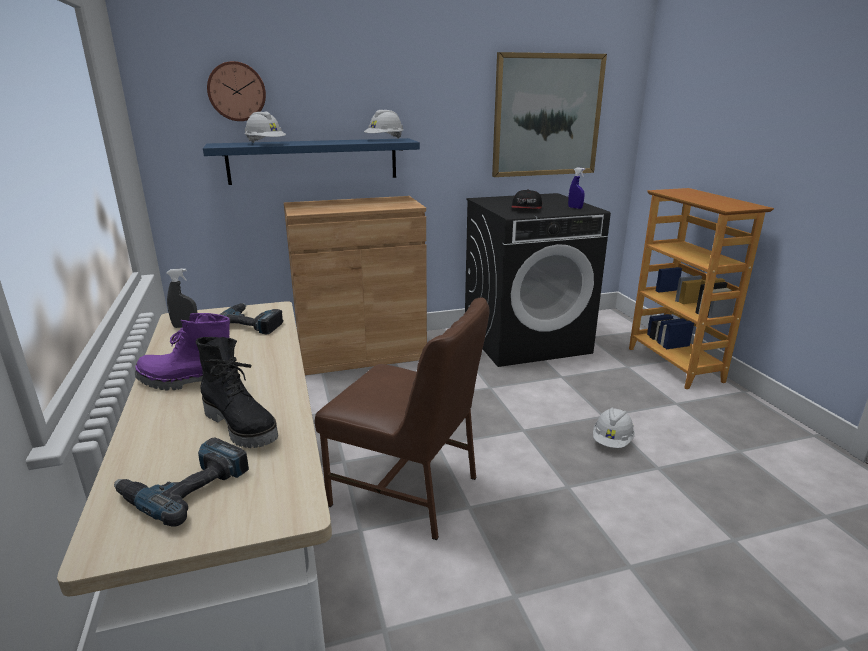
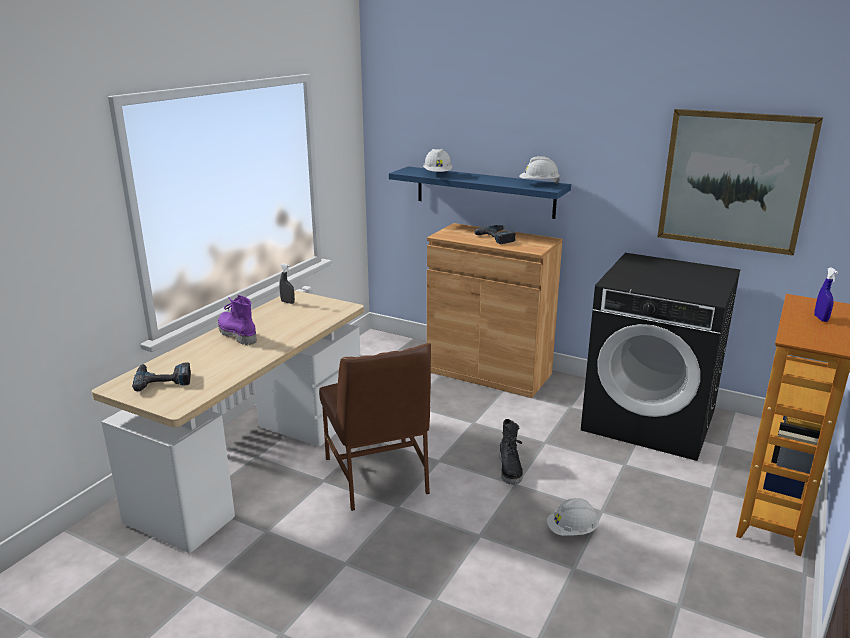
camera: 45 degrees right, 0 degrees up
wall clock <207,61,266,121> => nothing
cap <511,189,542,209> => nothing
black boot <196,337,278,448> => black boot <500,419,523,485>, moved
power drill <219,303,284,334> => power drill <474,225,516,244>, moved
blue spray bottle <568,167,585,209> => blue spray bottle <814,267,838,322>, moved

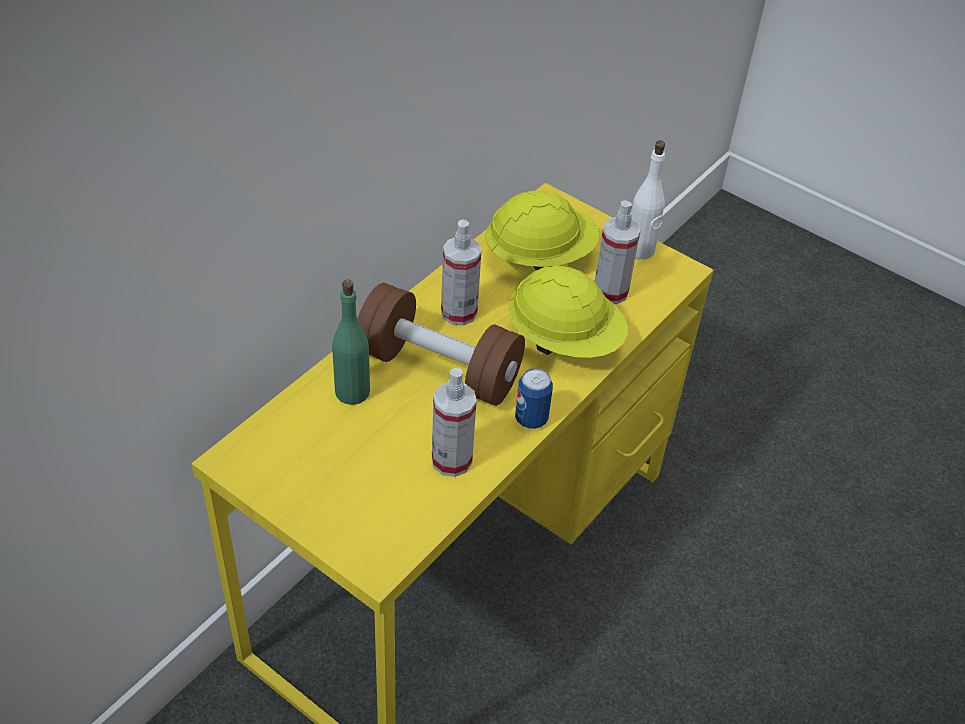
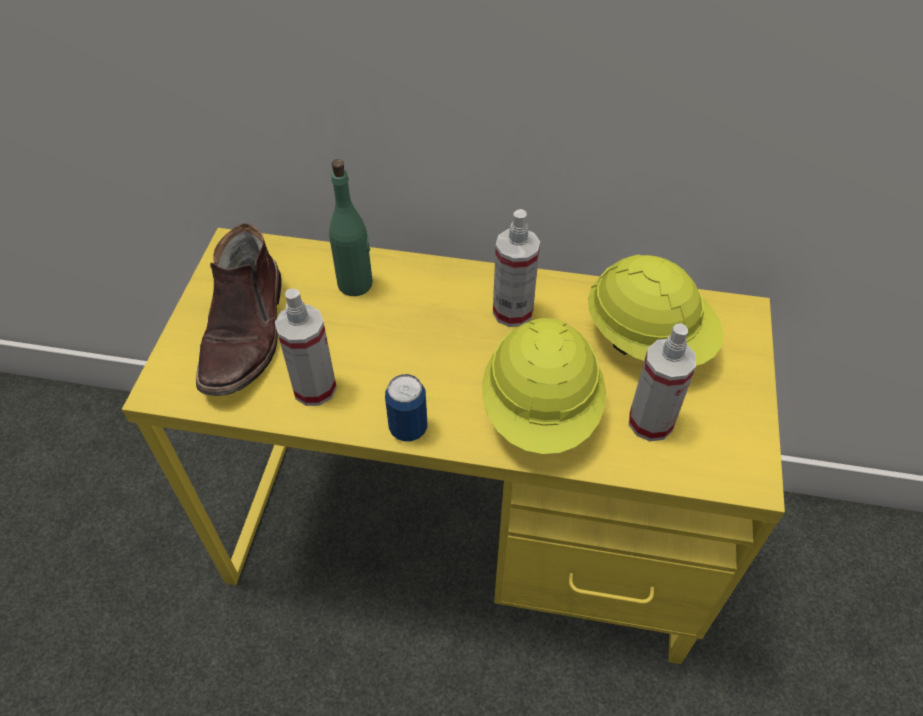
camera: 65 degrees right, 5 degrees up
brown dumbbell <358,283,525,406> => nothing
white bottle <631,141,665,259> => nothing
nothing => brown boot <196,223,281,396>

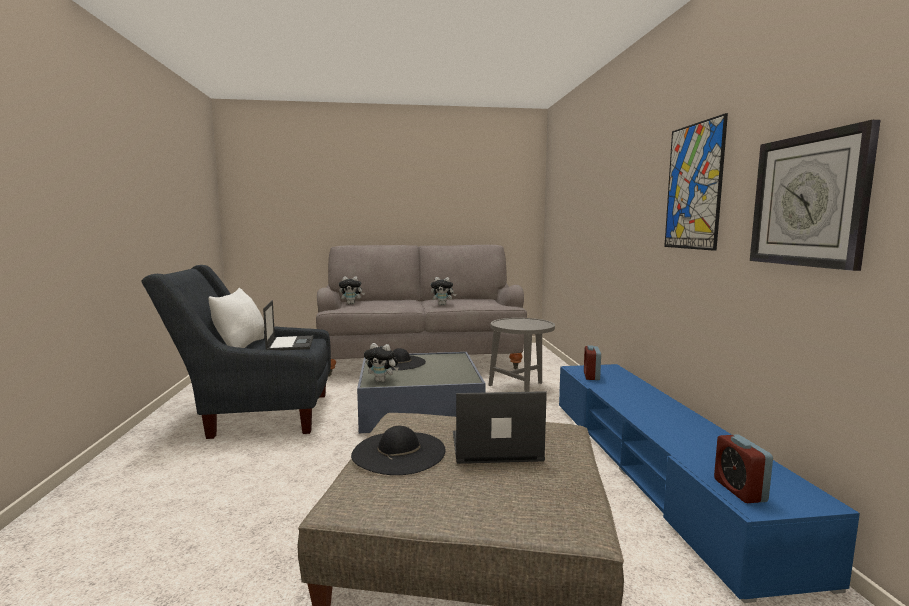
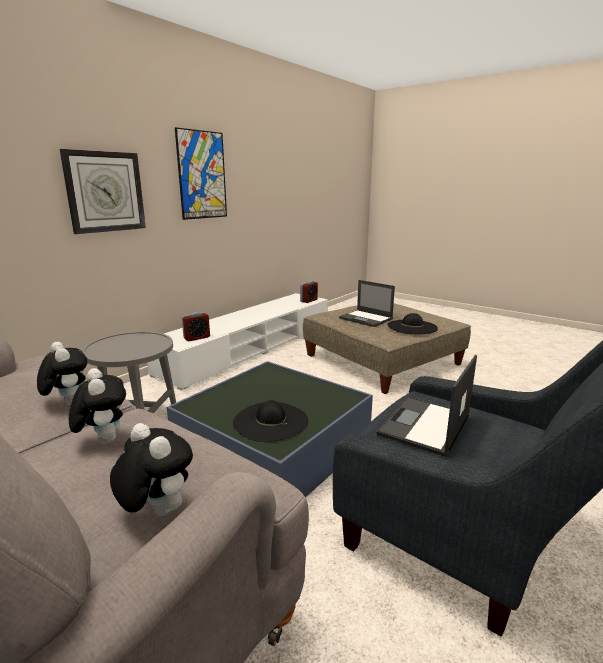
camera: 135 degrees left, 10 degrees up
white pillow <208,288,264,348> => nothing
plush toy <364,343,398,382> => plush toy <69,368,126,444>, moved
wall clock <750,120,881,271> => wall clock <60,149,146,234>, moved
blue tv stand <559,364,860,603> => white tv stand <147,293,328,390>

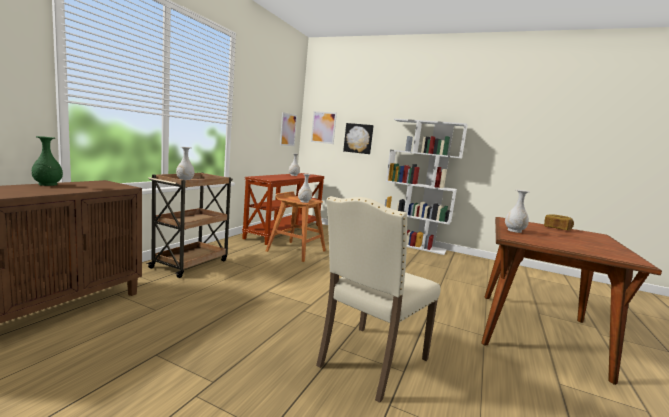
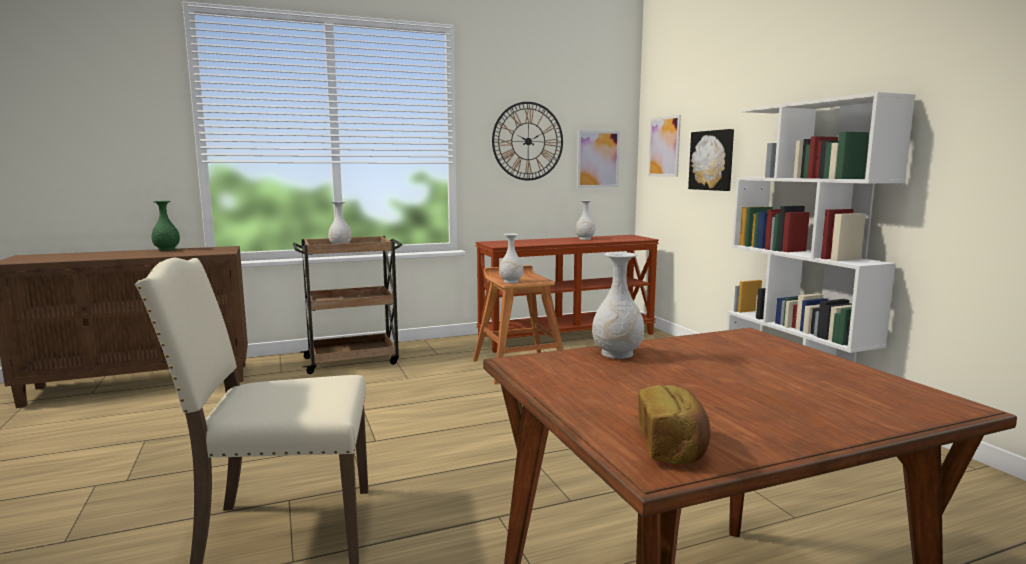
camera: 45 degrees right, 0 degrees up
nothing => wall clock <492,102,563,181>
bread <544,214,574,230> => bread <638,385,710,464>, moved

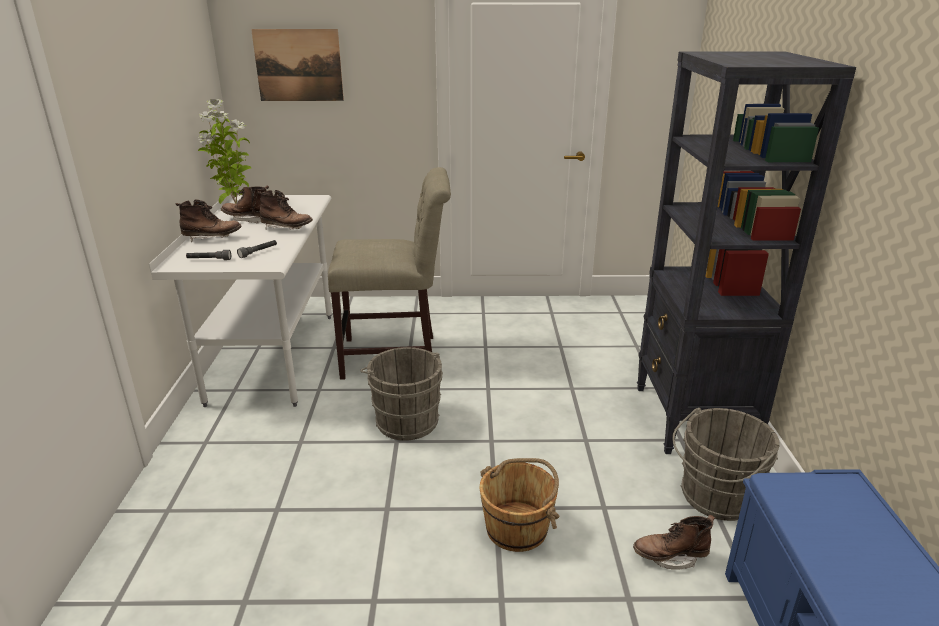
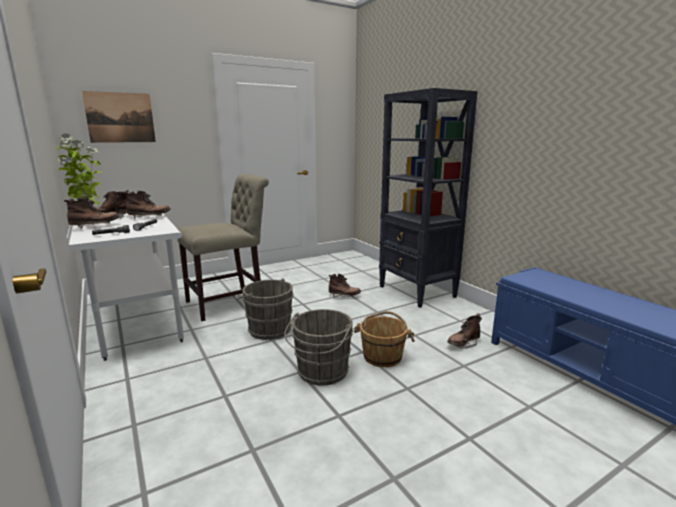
camera: 30 degrees left, 10 degrees down
nothing => brown boot <329,274,361,298>
grey bucket <672,408,780,521> => grey bucket <284,309,354,385>, moved

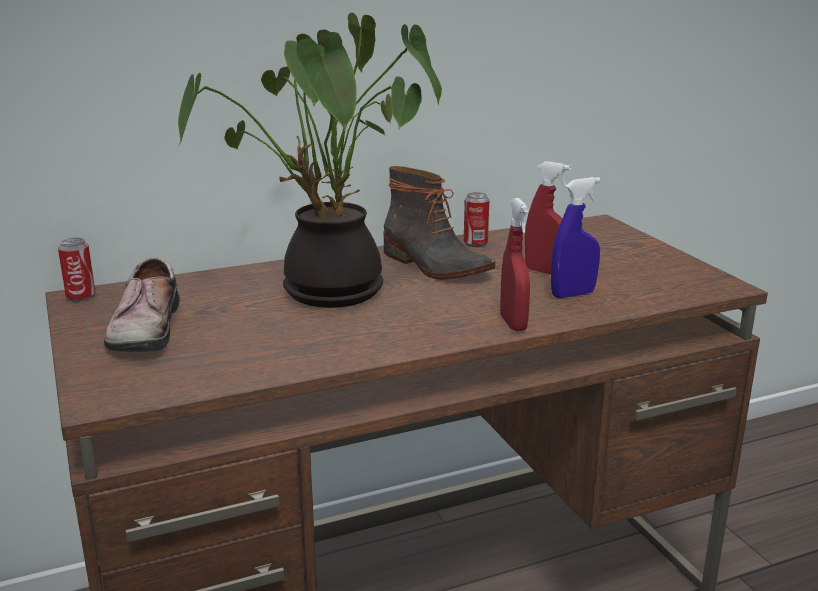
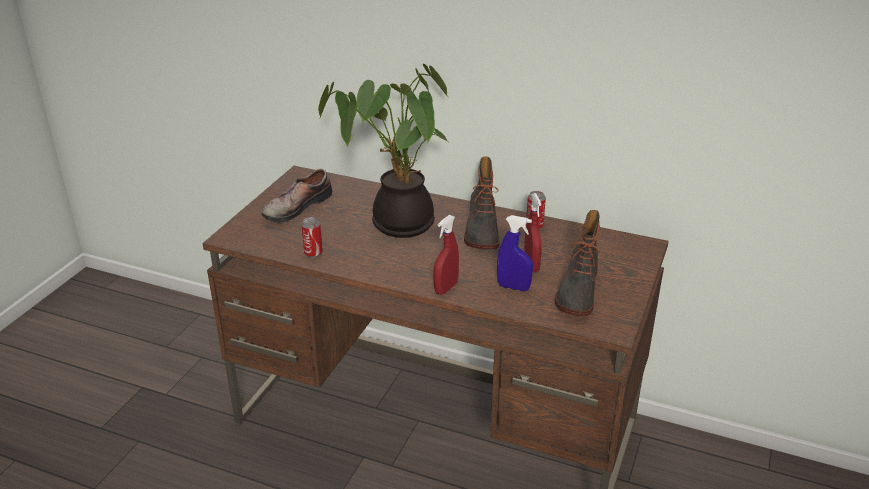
camera: 45 degrees right, 10 degrees up
nothing => boot <555,210,600,316>
can <58,238,95,302> => can <301,217,323,258>, moved

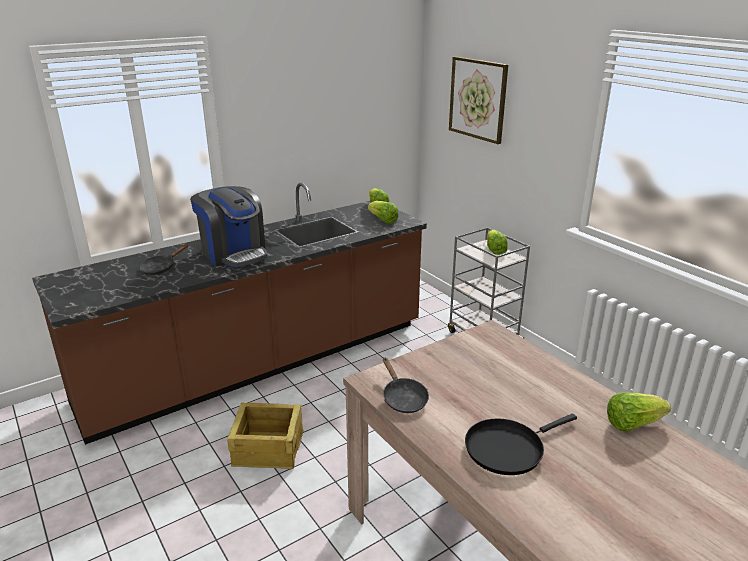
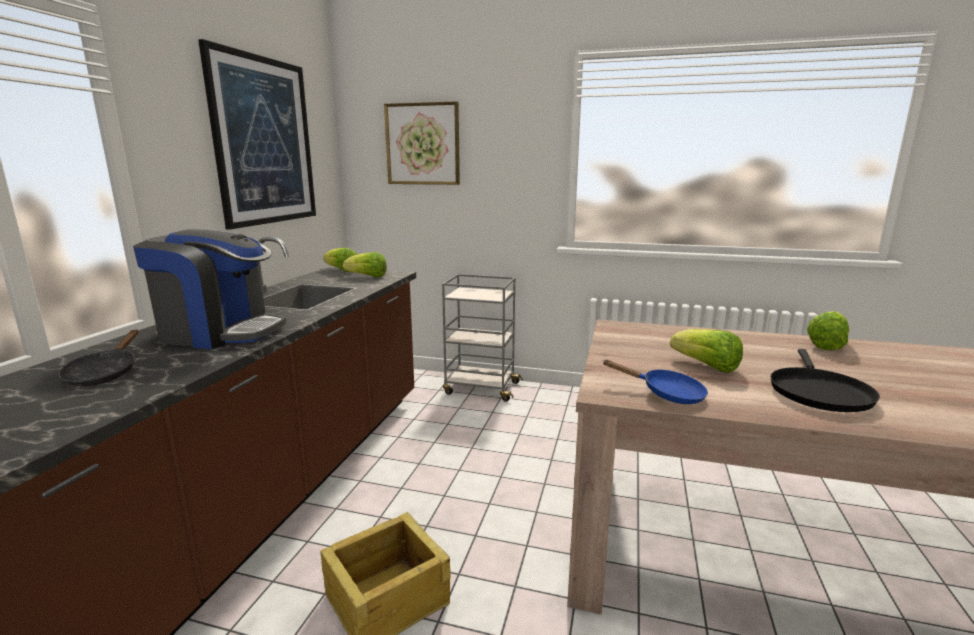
camera: 40 degrees left, 10 degrees down
nothing => picture <198,39,316,230>
lettuce <487,230,508,255> => lettuce <670,329,743,373>, moved
black frying pan <383,357,429,413> => blue frying pan <602,359,708,404>

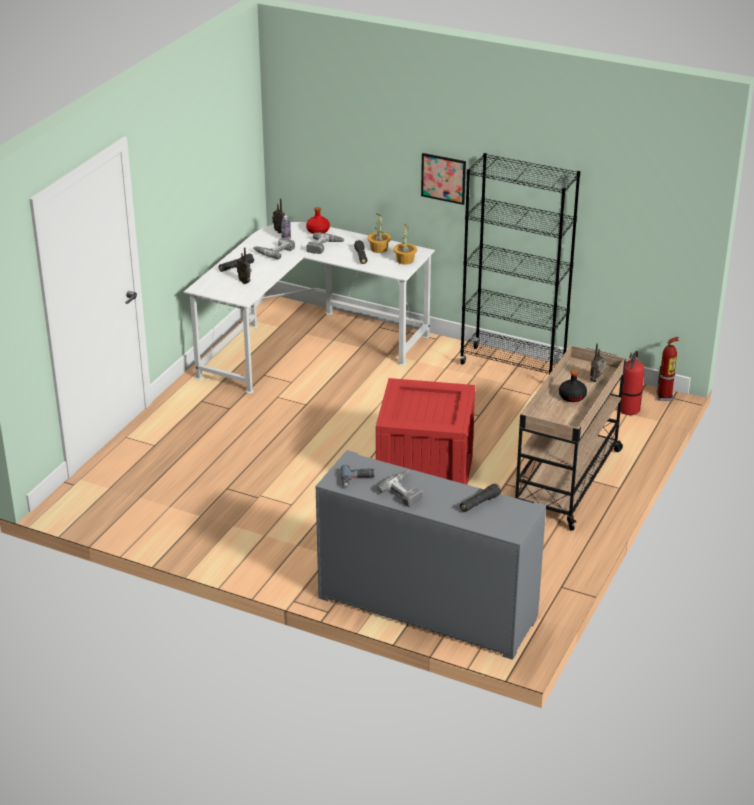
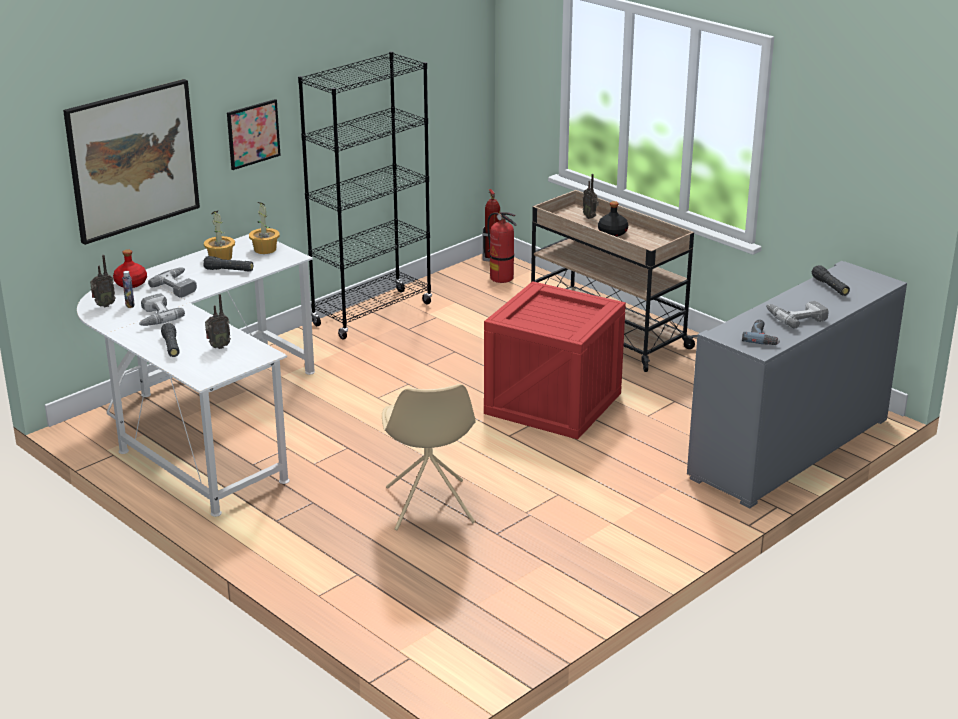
camera: 70 degrees left, 5 degrees down
nothing => picture <63,79,200,245>
nothing => beige chair <382,384,476,530>

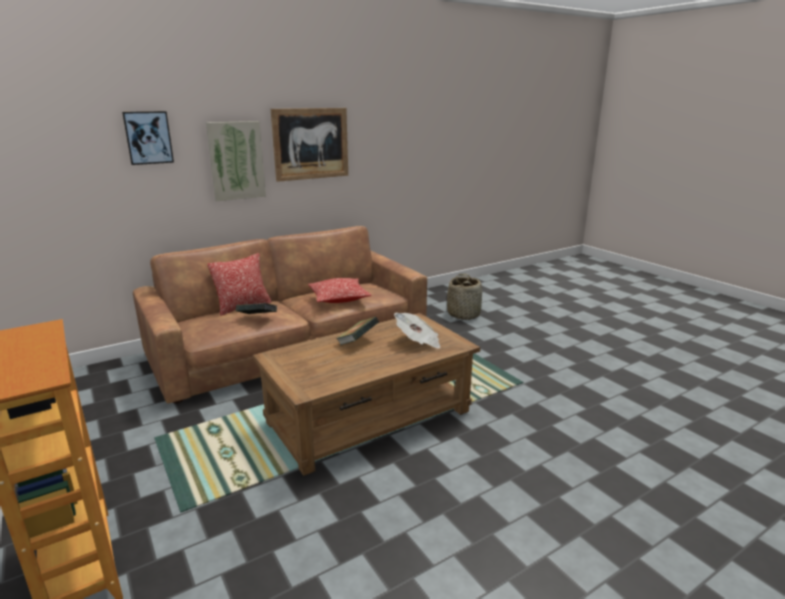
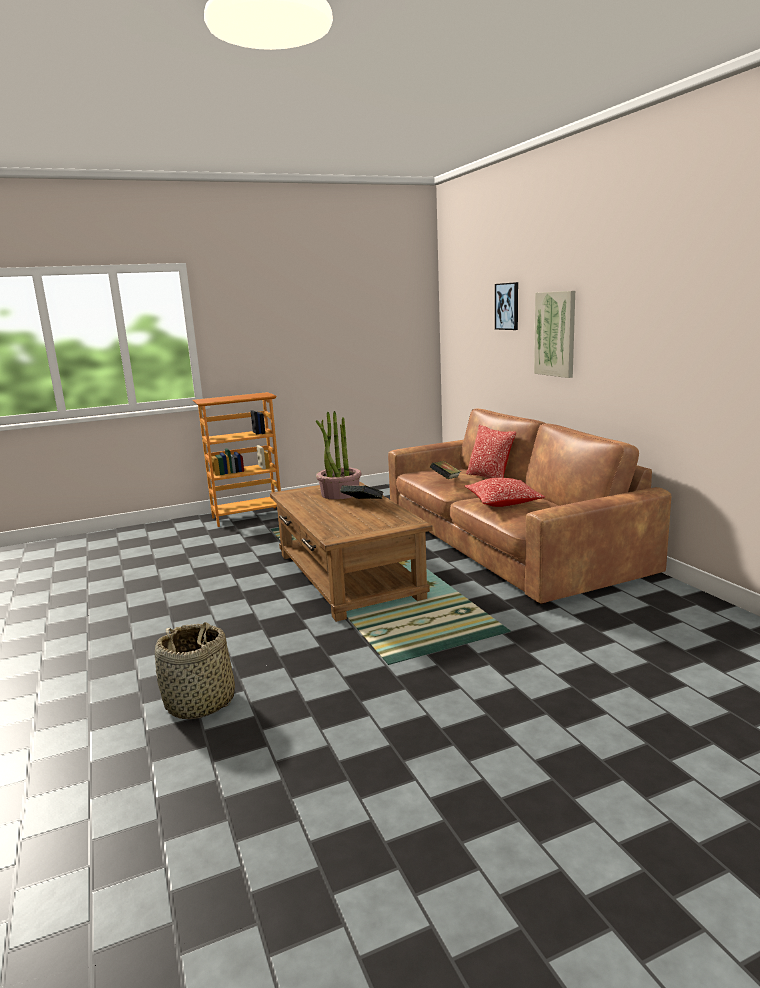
camera: 100 degrees right, 5 degrees down
picture <271,108,348,182> => nothing
newspaper <394,313,440,349> => nothing
nothing => potted plant <316,411,361,499>
basket <447,274,482,320> => basket <155,622,235,719>, moved

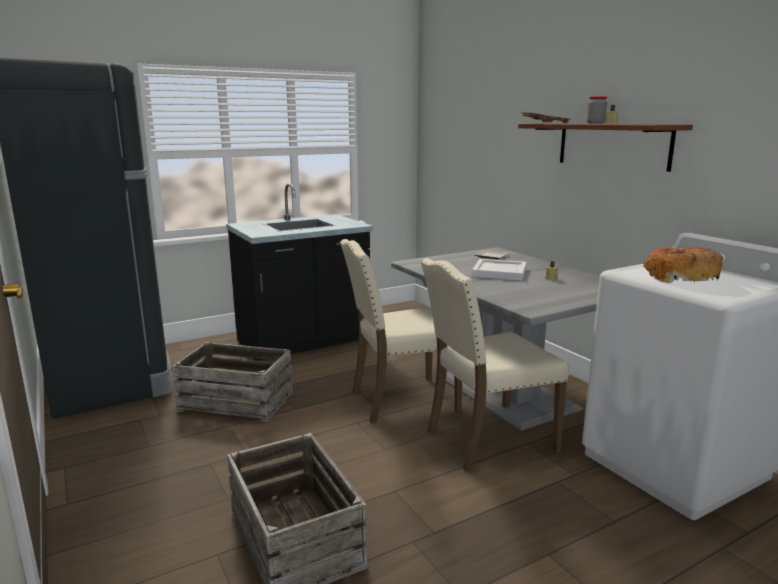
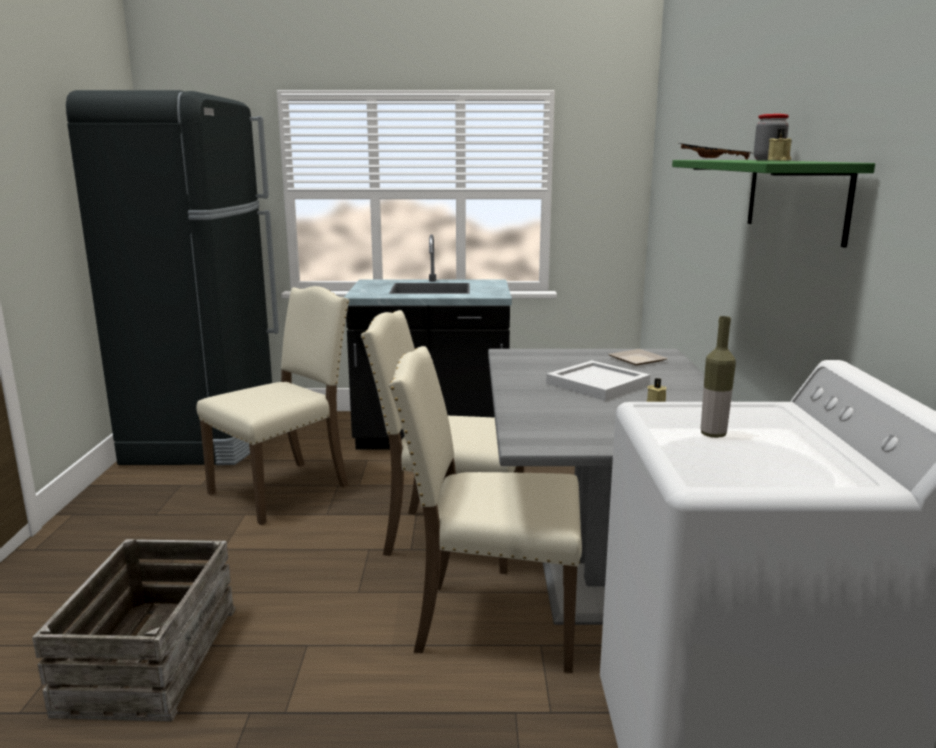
camera: 30 degrees right, 0 degrees up
crate <172,342,293,422> => beige chair <196,286,349,525>
bread <643,247,723,283> => bottle <701,316,736,438>
brown shelf <518,124,693,172> => green shelf <672,160,875,248>

